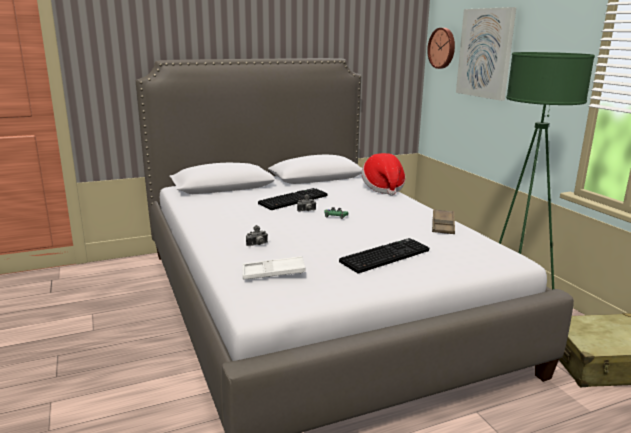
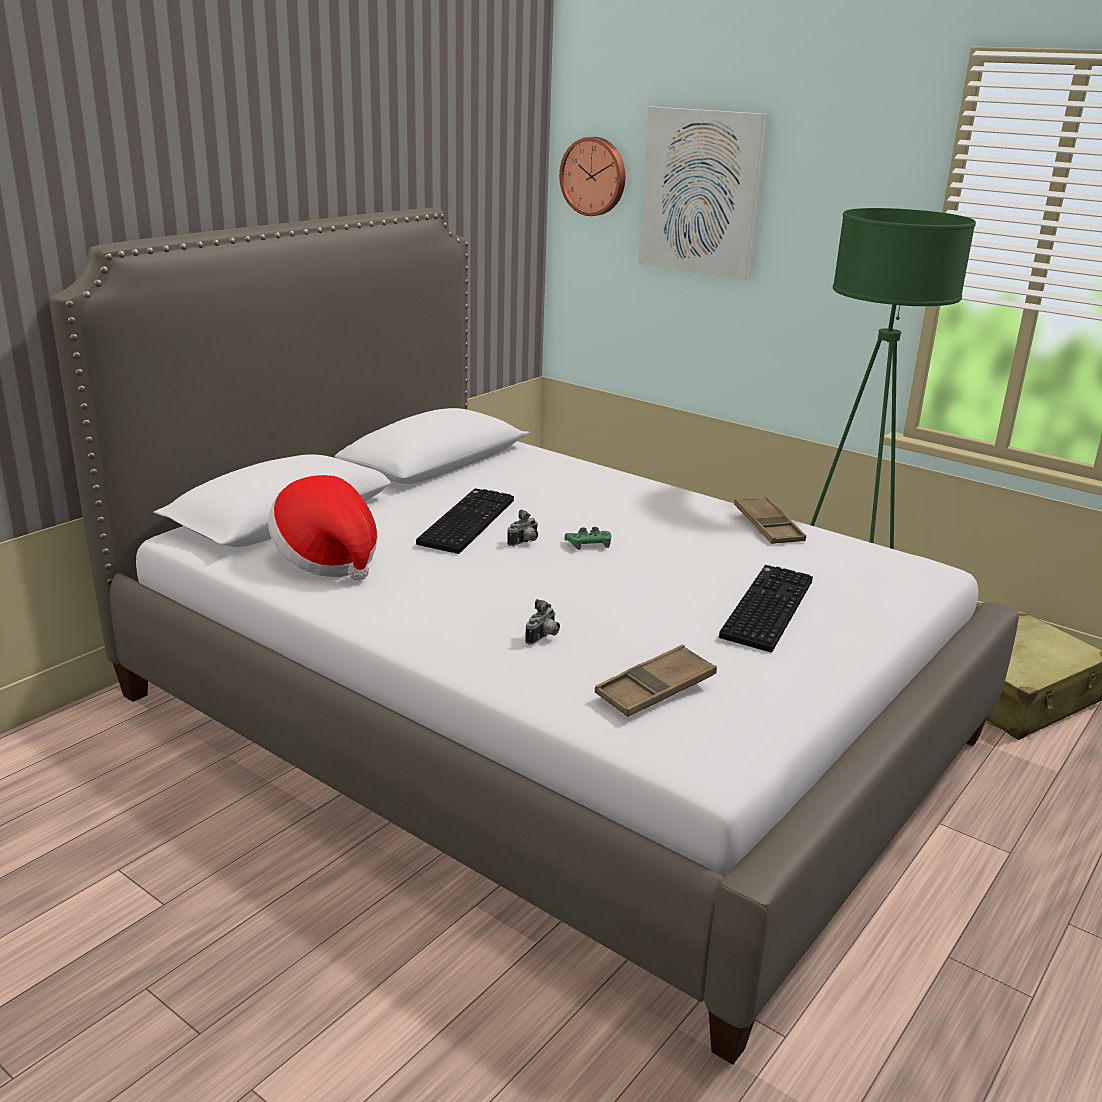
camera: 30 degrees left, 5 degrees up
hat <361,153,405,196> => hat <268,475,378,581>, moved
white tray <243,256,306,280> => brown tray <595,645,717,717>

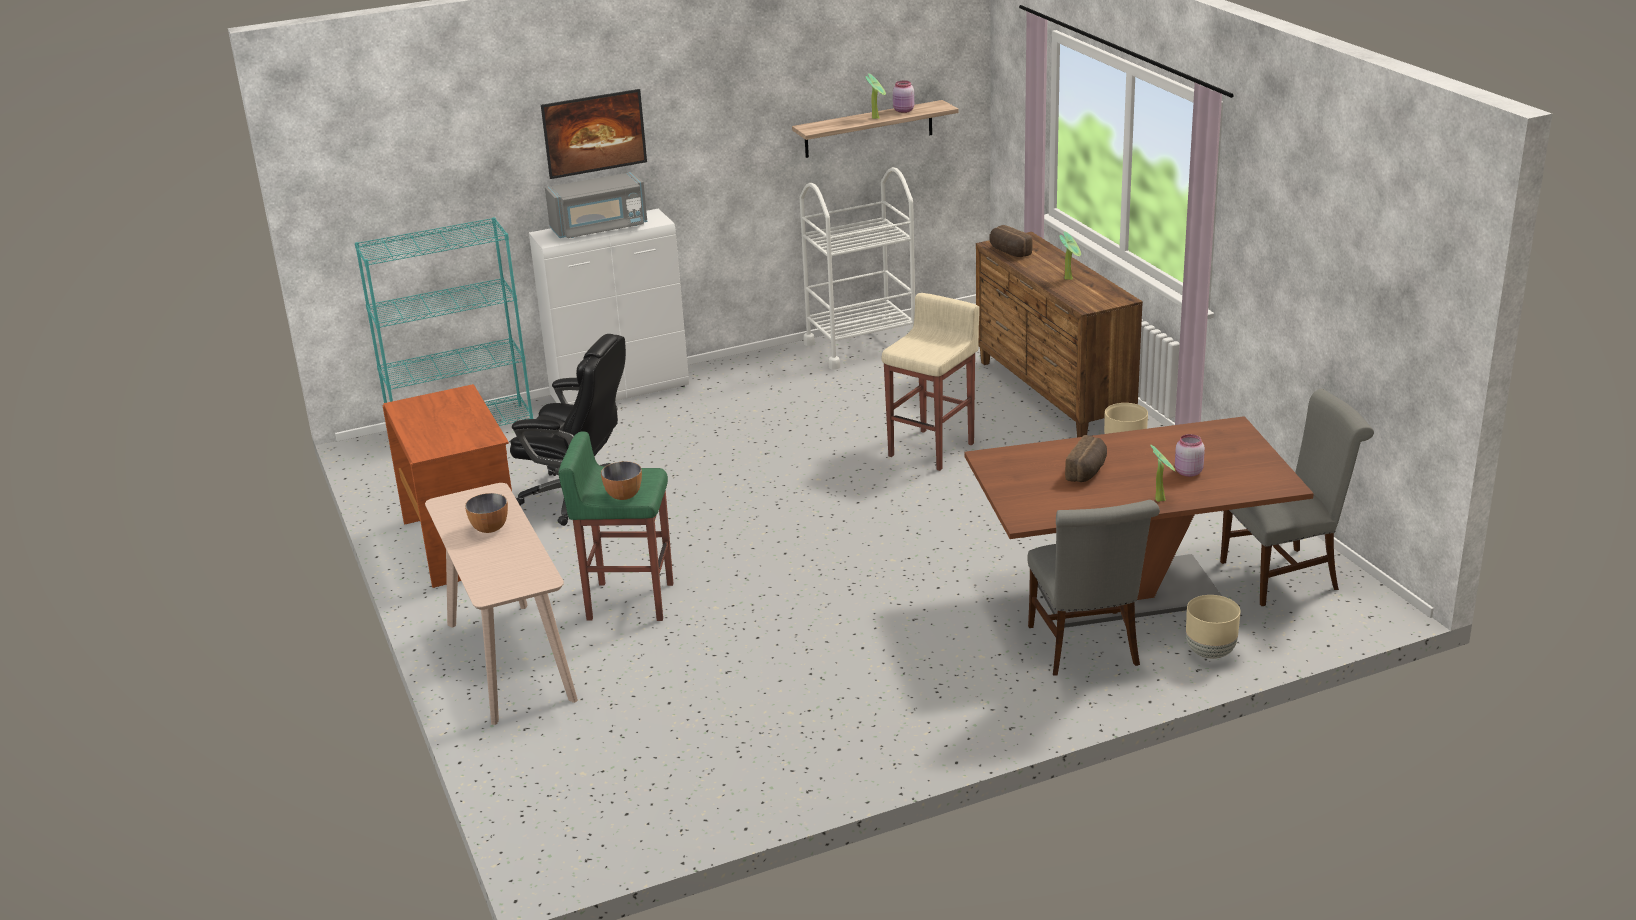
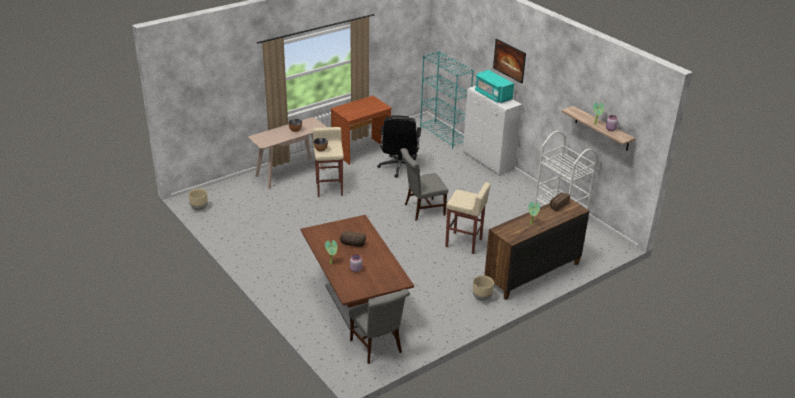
camera: 75 degrees right, 5 degrees up
grey chair <1027,500,1160,676> => grey chair <400,148,448,221>, moved
beige planter <1186,595,1240,659> => beige planter <189,188,208,210>, moved
grey microwave <545,172,648,238> => turquoise microwave <475,70,514,103>
green stool <559,431,673,621> => beige stool <313,127,344,197>

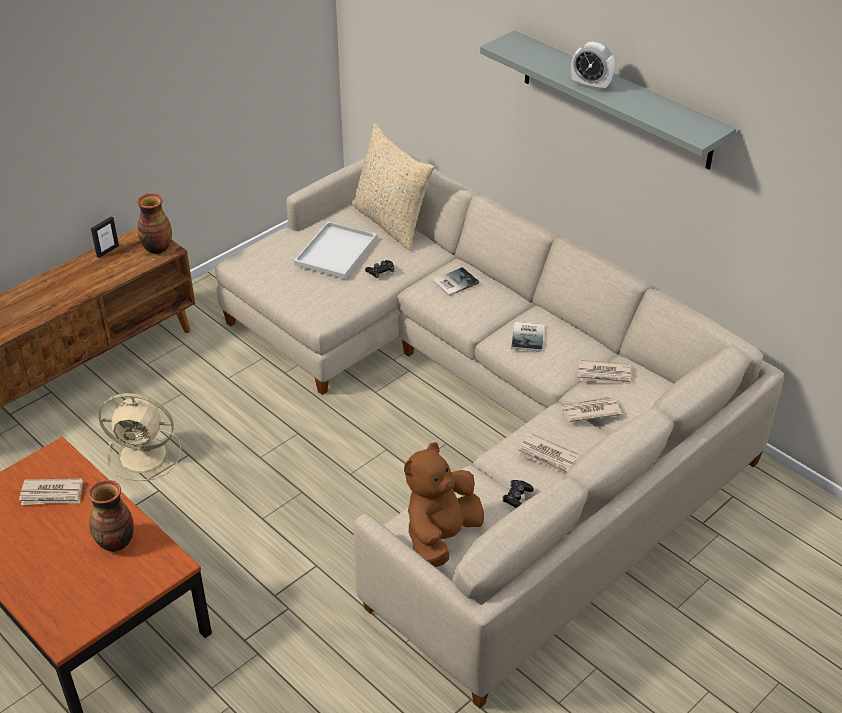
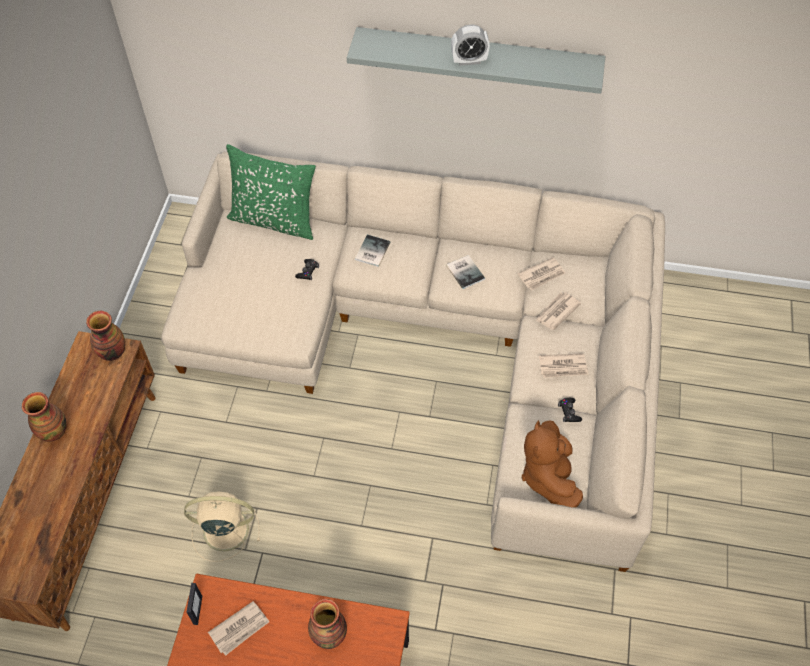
camera: 35 degrees left, 15 degrees up
white tray <294,221,377,279> => nothing
nothing => vase <22,392,67,442>
picture frame <91,217,119,258> => picture frame <187,583,202,625>, moved
beige pillow <351,124,434,250> => green pillow <226,144,316,240>
beige fan <99,393,181,481> => beige fan <184,491,260,562>, 150 degrees counterclockwise

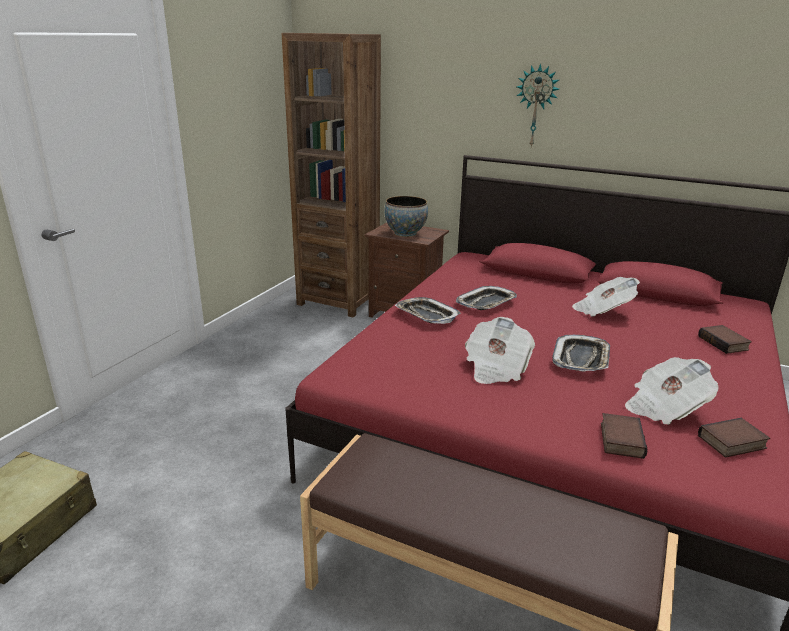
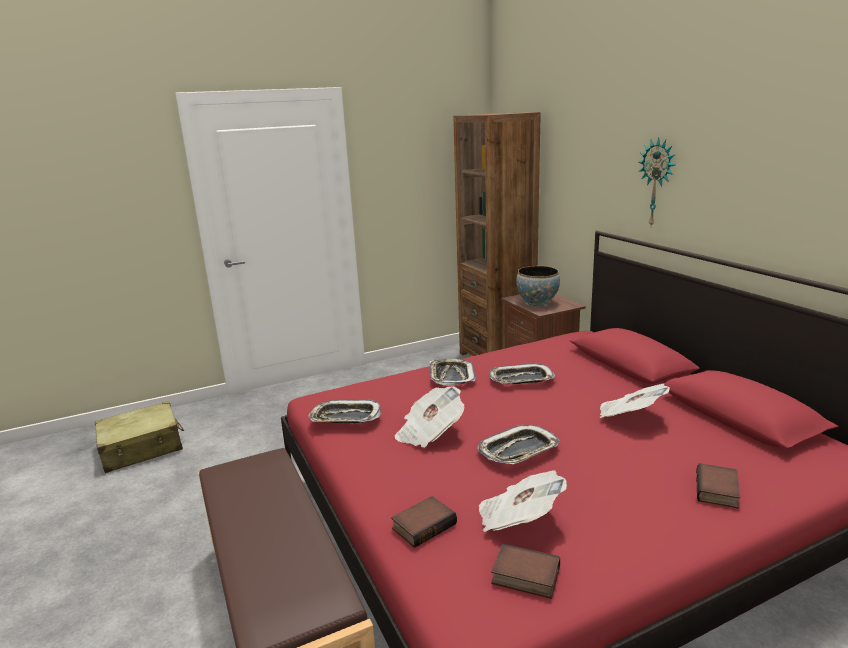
camera: 40 degrees right, 5 degrees down
nothing => tray <309,400,381,423>

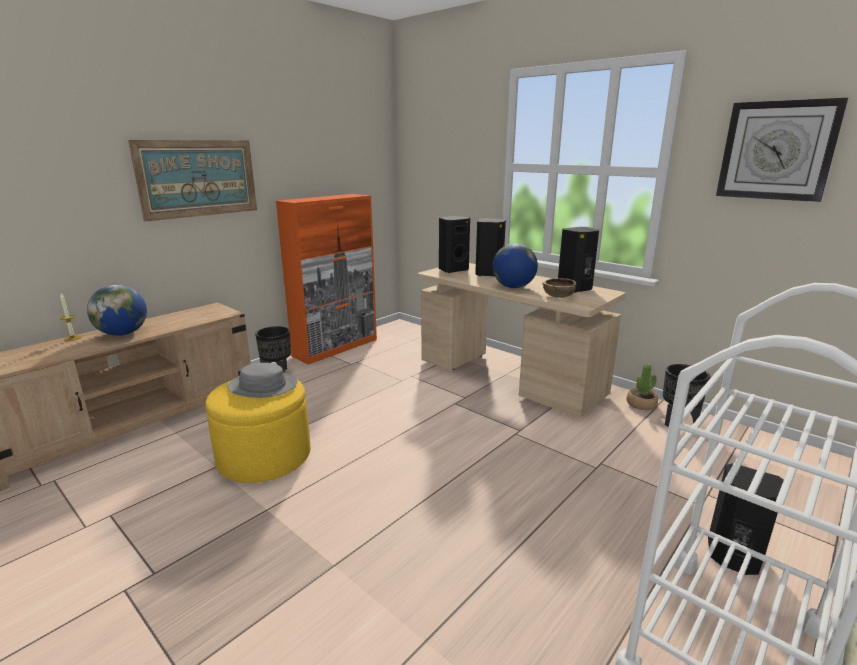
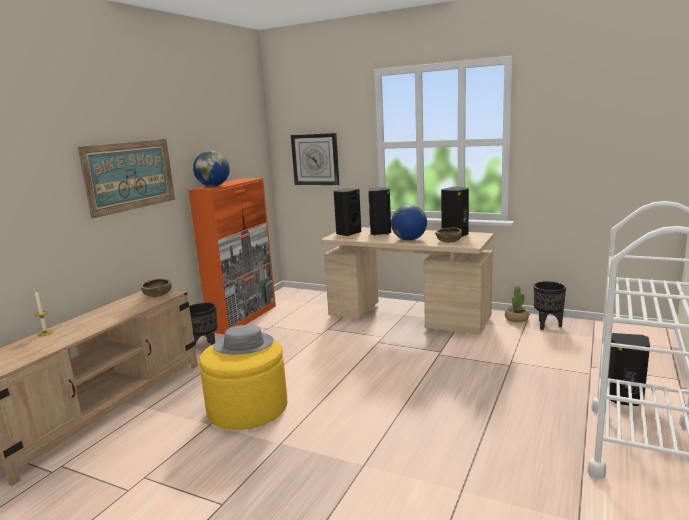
camera: 15 degrees left, 5 degrees down
nothing => brown bowl <141,278,172,297>
globe <87,285,147,336> => globe <193,151,230,187>, moved
wall clock <716,98,848,202> => wall clock <291,133,339,185>, moved

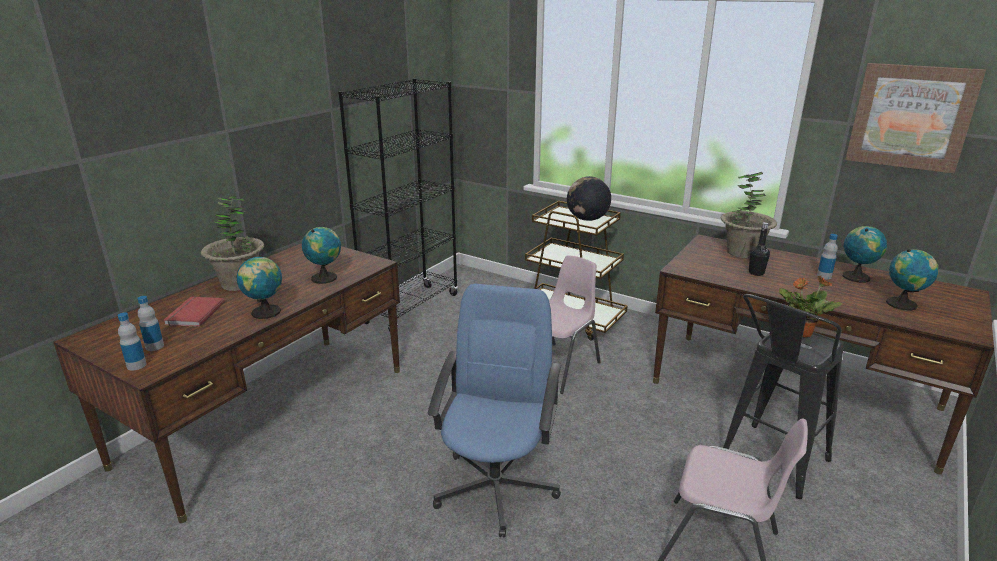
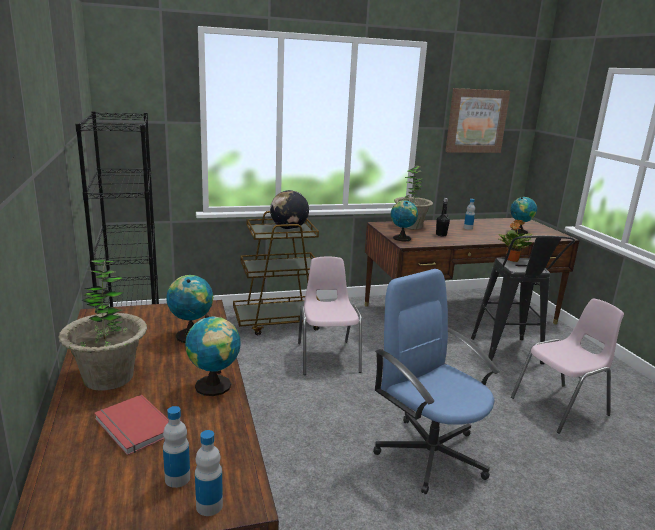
camera: 50 degrees left, 5 degrees down
globe <843,226,887,283> => globe <391,200,418,241>, moved

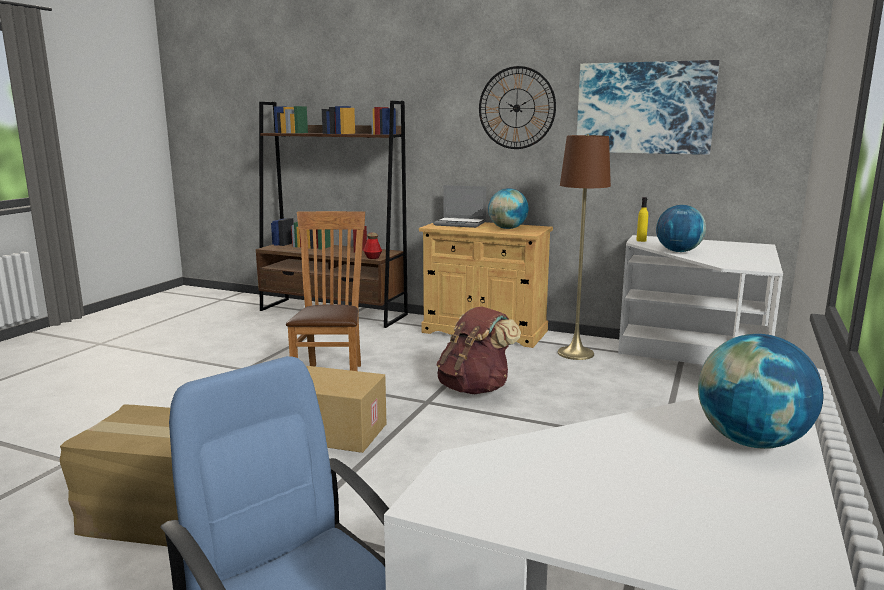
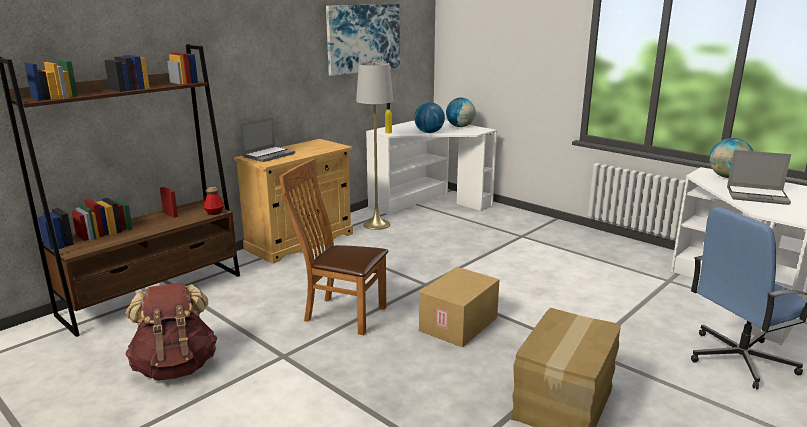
camera: 70 degrees left, 5 degrees up
wall clock <479,66,556,149> => nothing
nothing => laptop <727,150,791,205>
brown backpack <437,306,521,394> => brown backpack <125,282,217,381>, moved
globe <488,188,529,229> => globe <446,97,475,127>, moved
brown floor lamp <558,134,611,360> => grey floor lamp <356,62,393,230>

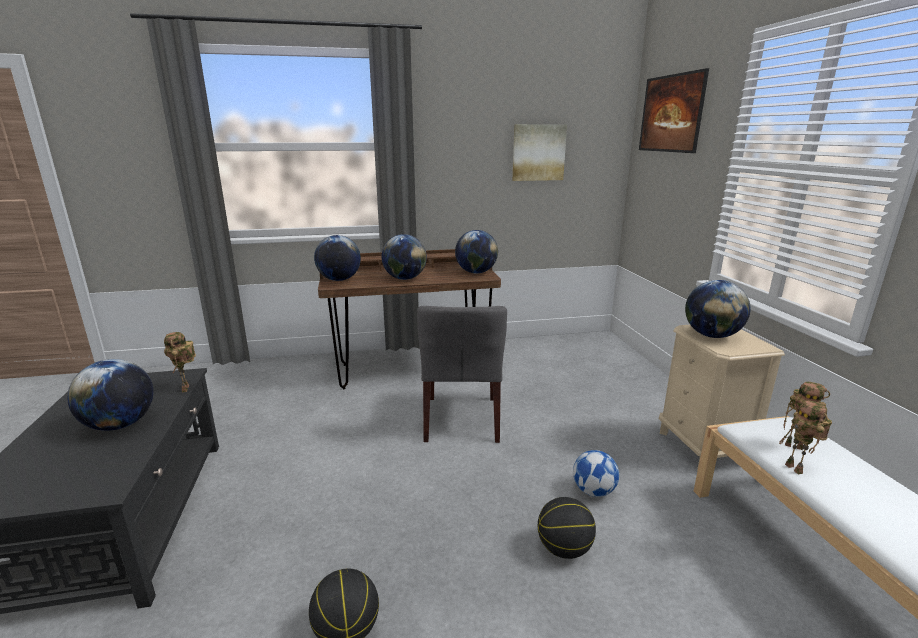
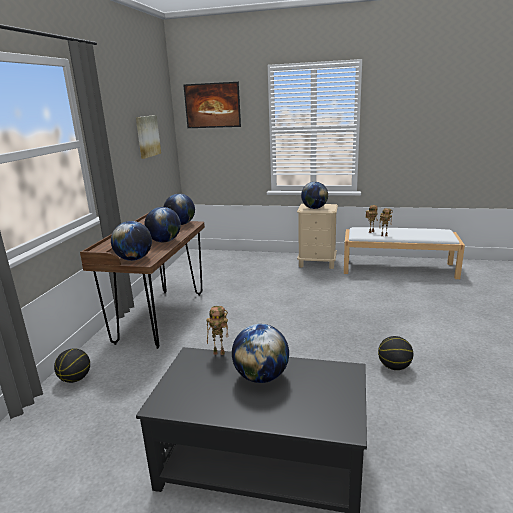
camera: 65 degrees left, 0 degrees up
grey chair <417,306,507,443> => nothing
football <573,450,619,497> => nothing
basketball <538,497,596,559> => basketball <54,348,90,383>, moved

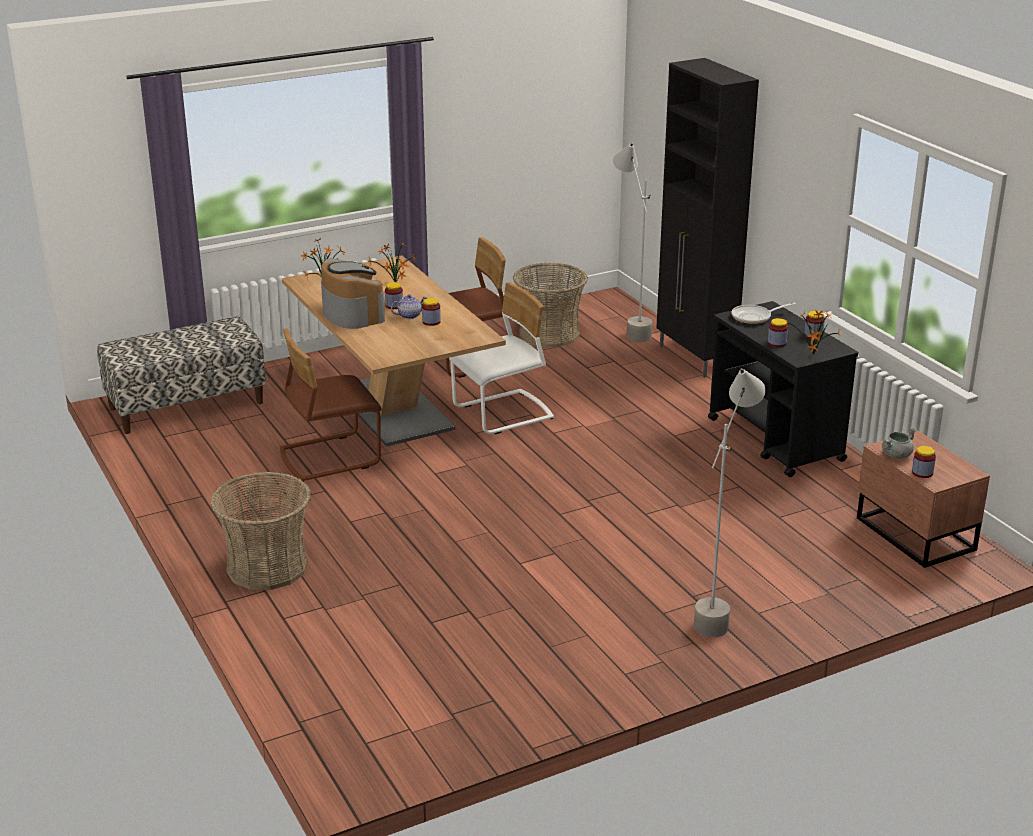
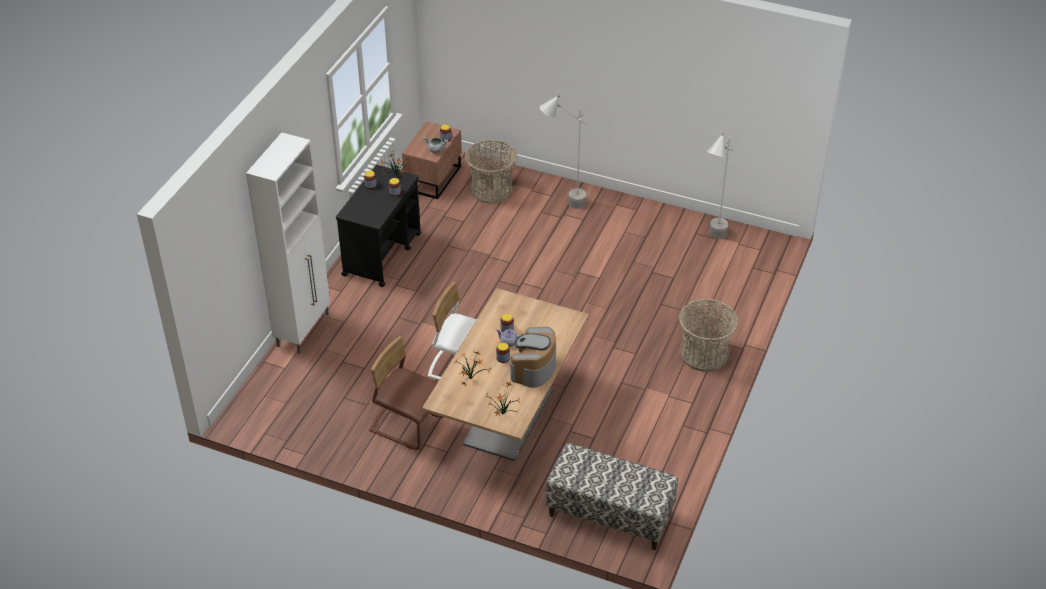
camera: 130 degrees left, 15 degrees up
brown chair <280,328,382,481> => nothing
frying pan <732,303,796,324> => nothing
basket <513,263,588,347> => basket <465,139,517,204>, moved
grey floor lamp <613,143,652,342> => grey floor lamp <707,133,733,239>, moved
black cabinet <656,58,759,378> => white cabinet <246,132,330,354>

